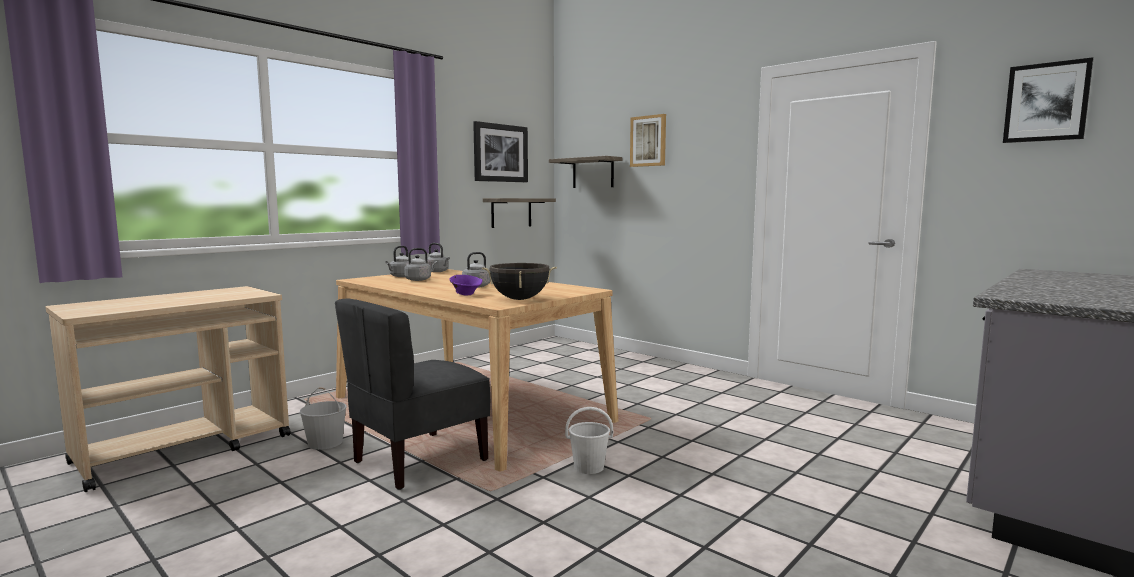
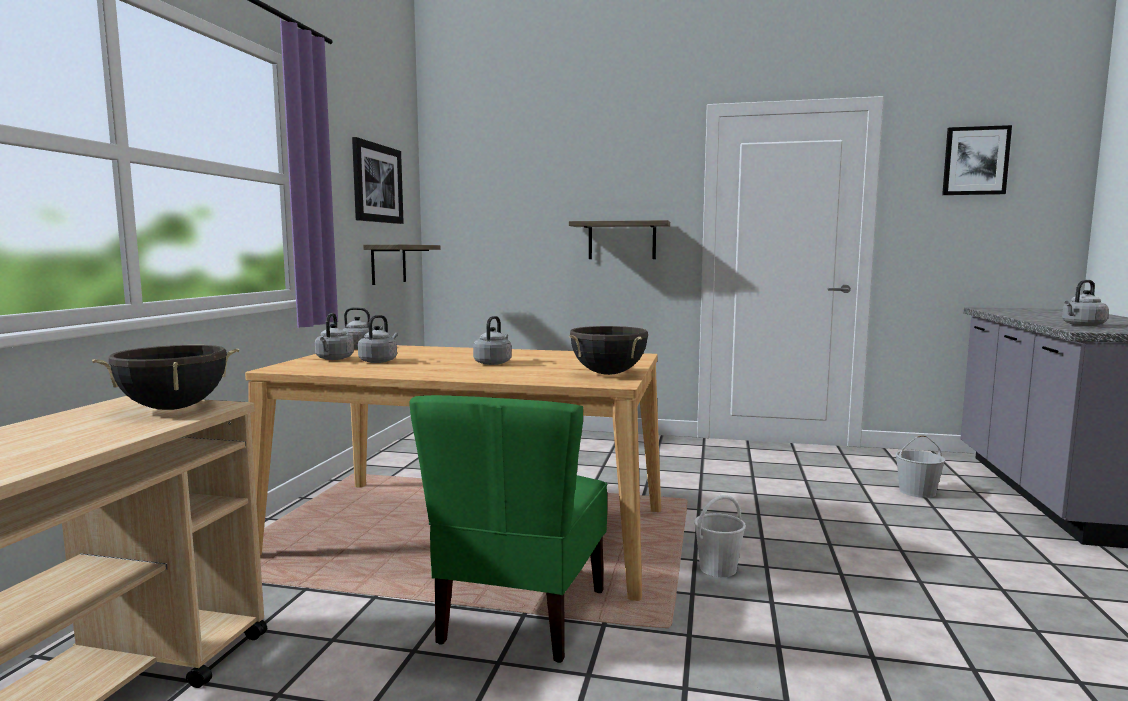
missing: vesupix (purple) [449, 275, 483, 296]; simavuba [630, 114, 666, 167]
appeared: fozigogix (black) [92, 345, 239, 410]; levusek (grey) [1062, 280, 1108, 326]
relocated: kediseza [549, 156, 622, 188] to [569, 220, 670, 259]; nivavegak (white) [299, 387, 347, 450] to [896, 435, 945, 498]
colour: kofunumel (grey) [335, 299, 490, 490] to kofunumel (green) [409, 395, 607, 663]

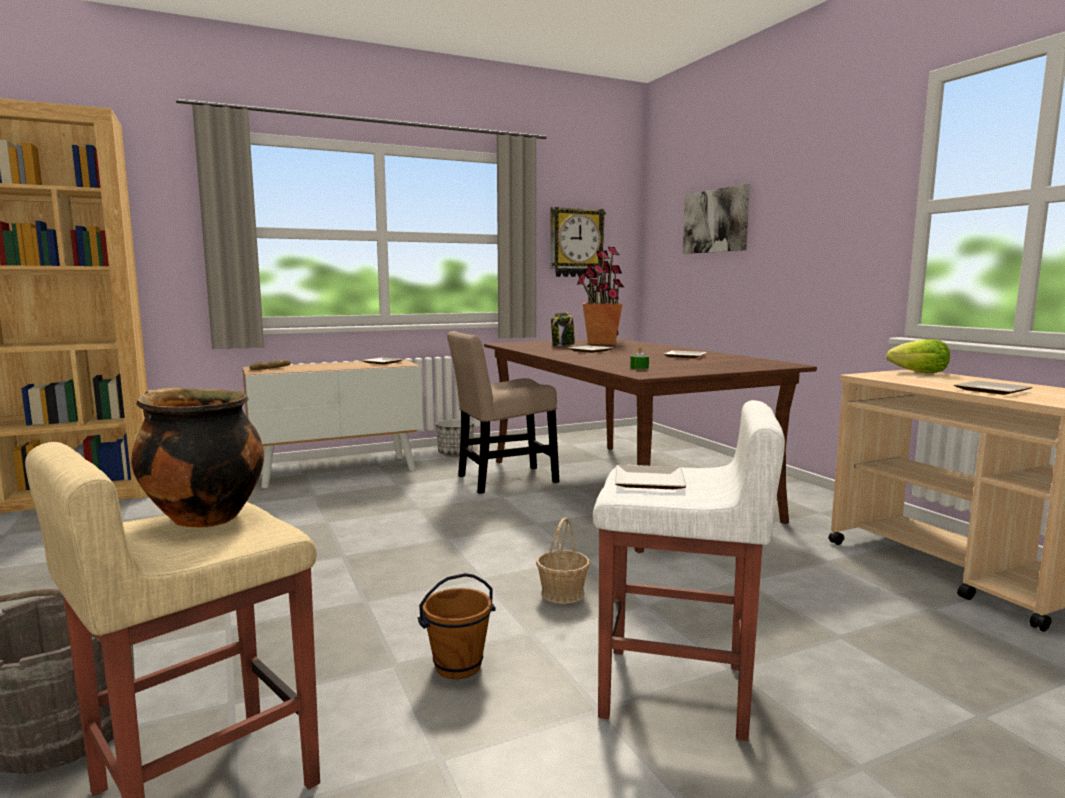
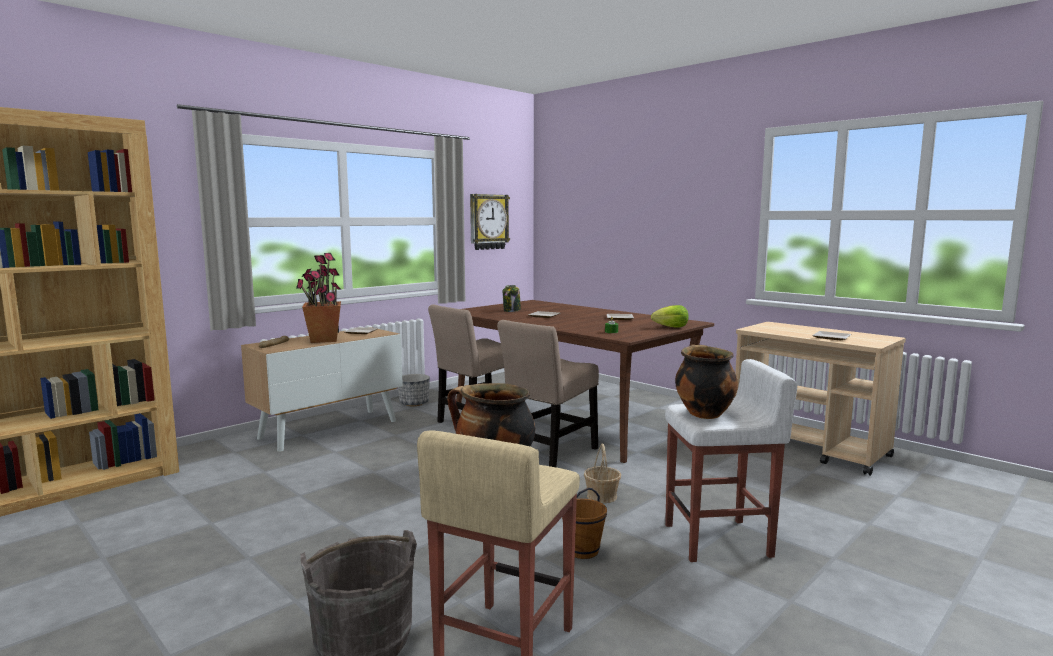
missing: simavuba [683, 184, 750, 254]
appeared: kofunumel (beige) [497, 320, 599, 467]
relocated: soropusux [577, 247, 624, 345] to [296, 253, 342, 343]; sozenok [886, 339, 950, 373] to [651, 305, 688, 328]
exchanged: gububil [615, 465, 687, 489] to fozigogix [675, 345, 738, 419]

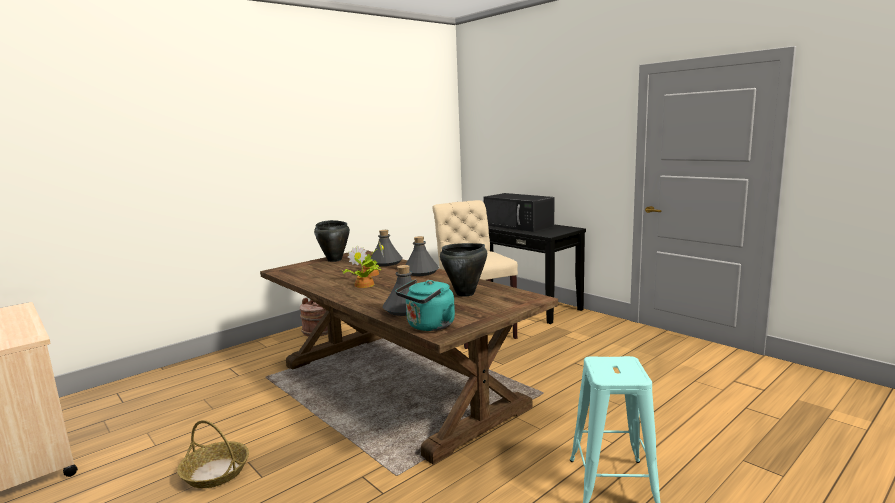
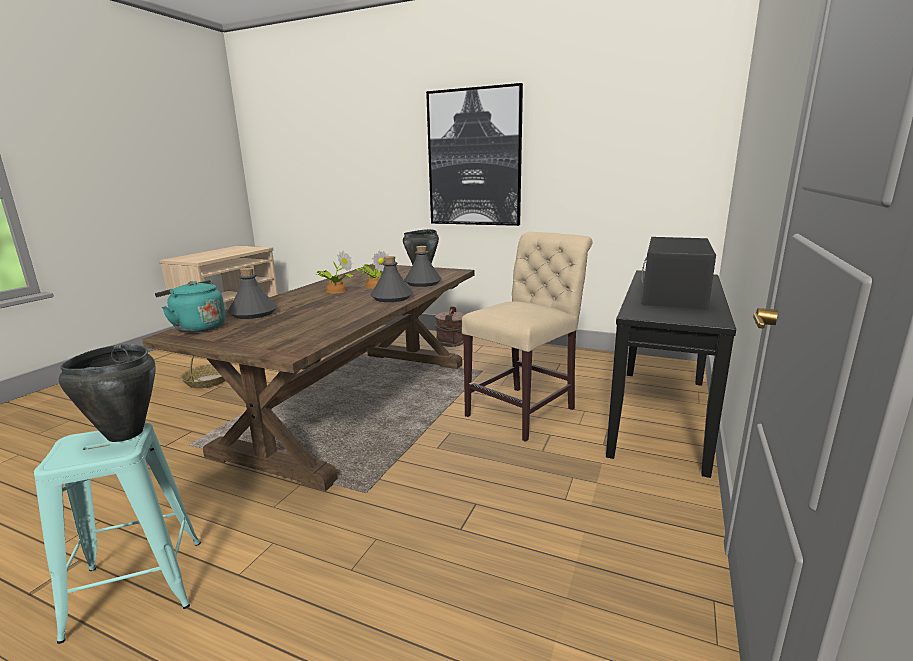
appeared: simavuba [426, 83, 523, 226]
relocated: fozigogix (black) [440, 243, 487, 297] to [59, 344, 156, 442]

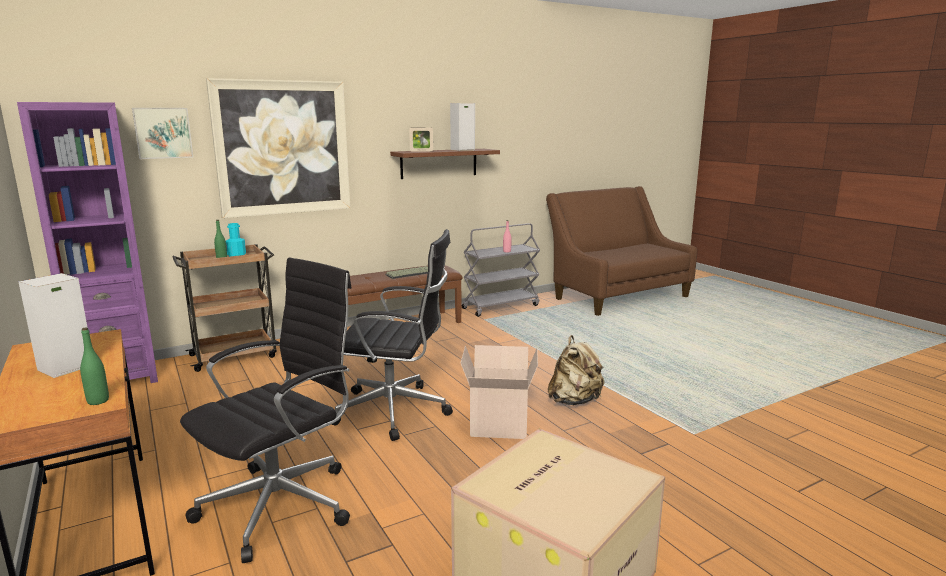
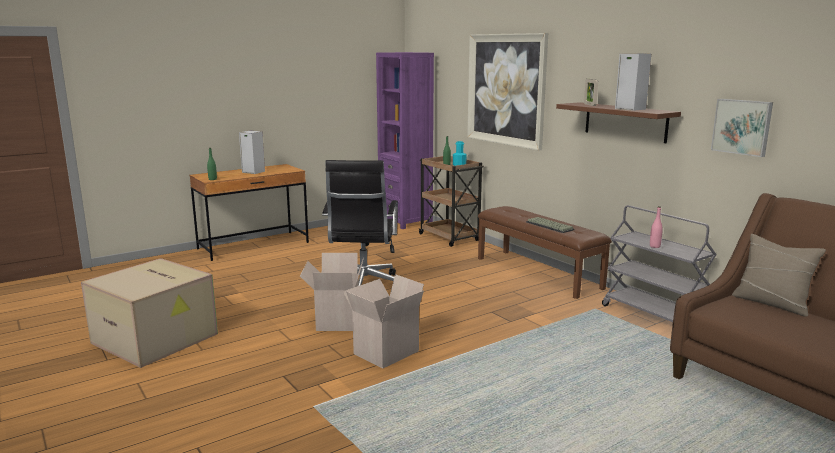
missing: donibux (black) [180, 257, 352, 563]
appeared: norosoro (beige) [732, 234, 826, 317]
relocated: simavuba [132, 108, 193, 159] to [711, 99, 773, 157]
exchanged: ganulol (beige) [547, 335, 605, 405] to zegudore [343, 274, 424, 368]

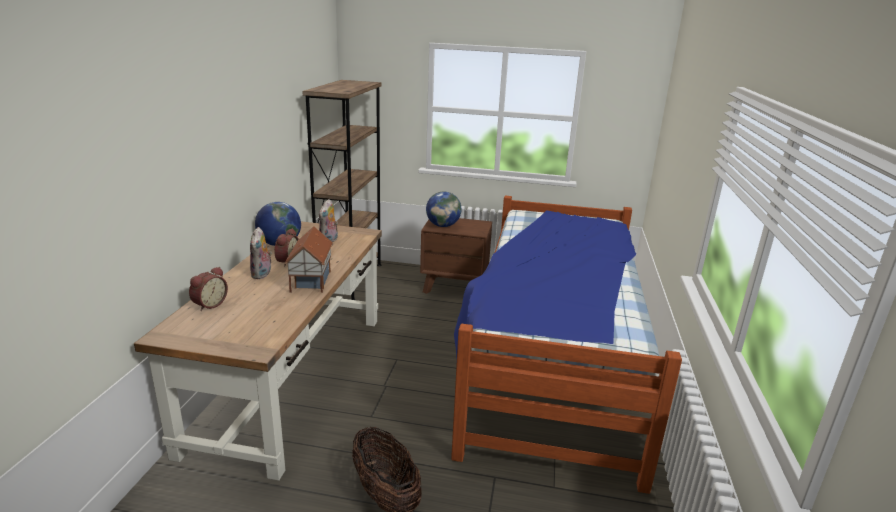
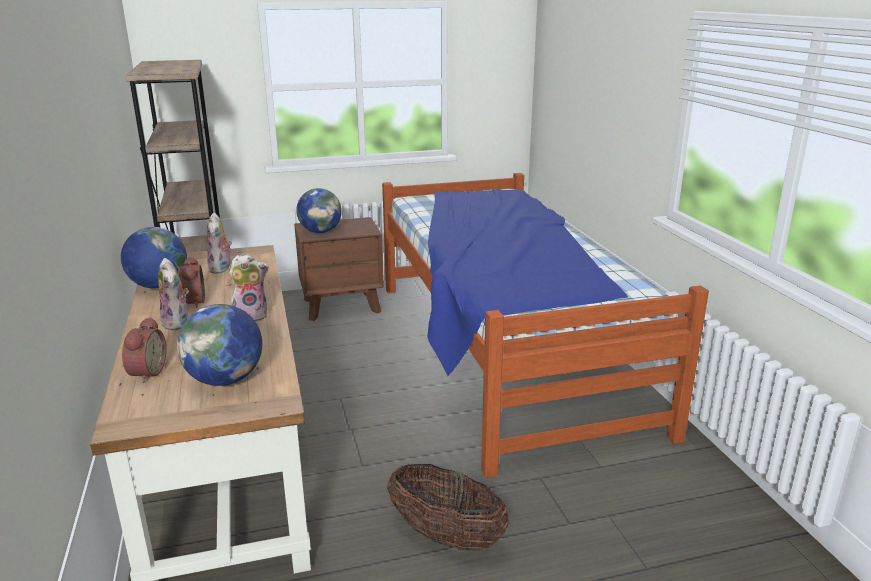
appeared: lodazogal [177, 304, 262, 386]
exchanged: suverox [284, 226, 333, 293] to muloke [229, 254, 269, 322]

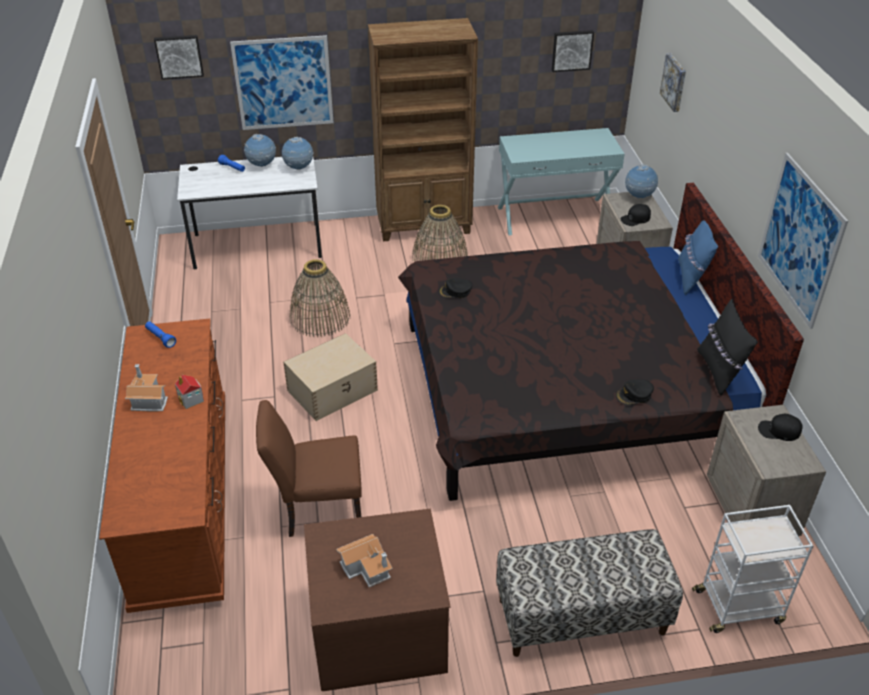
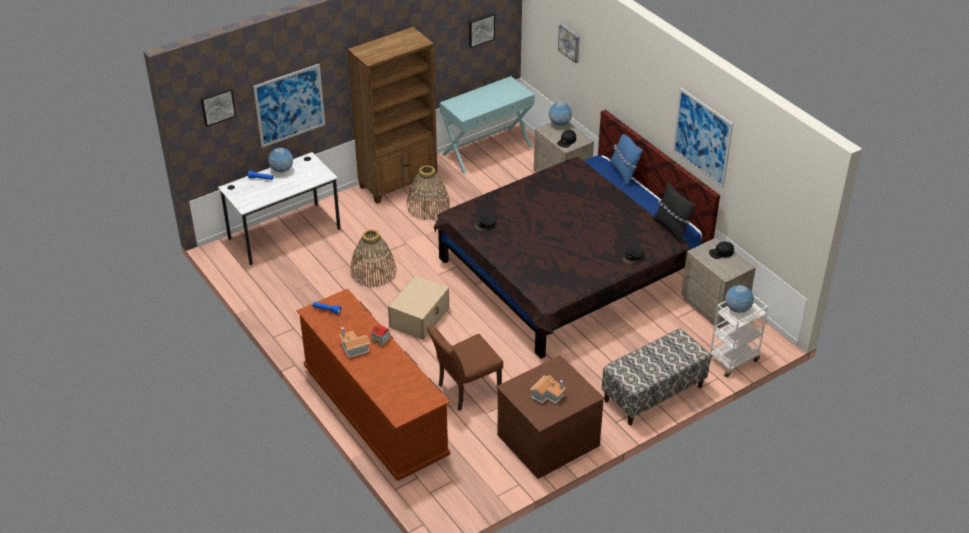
relocated: lodazogal [282, 137, 314, 170] to [725, 285, 754, 313]

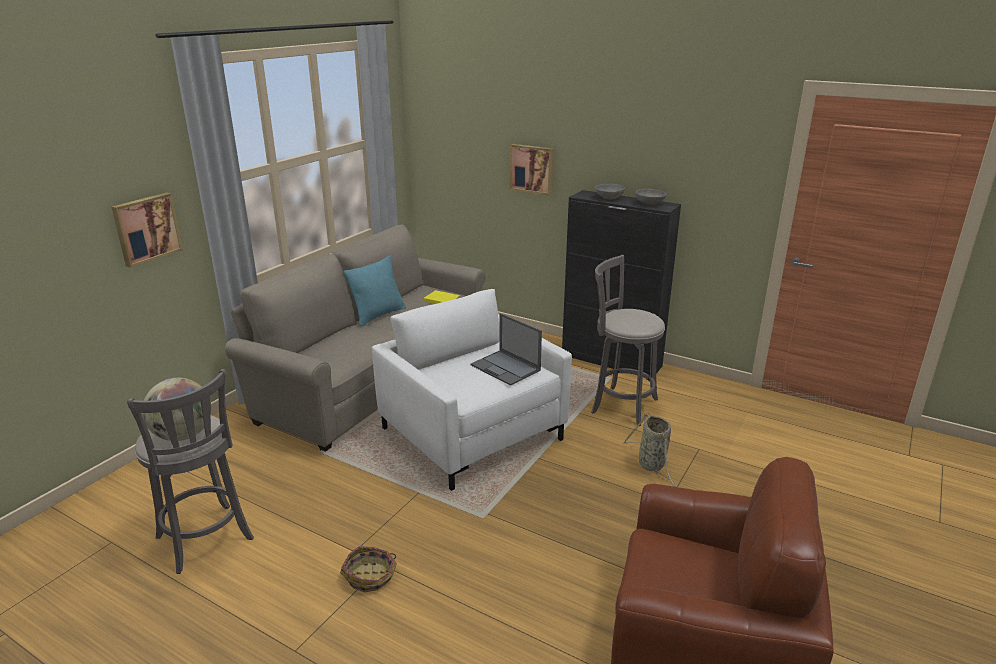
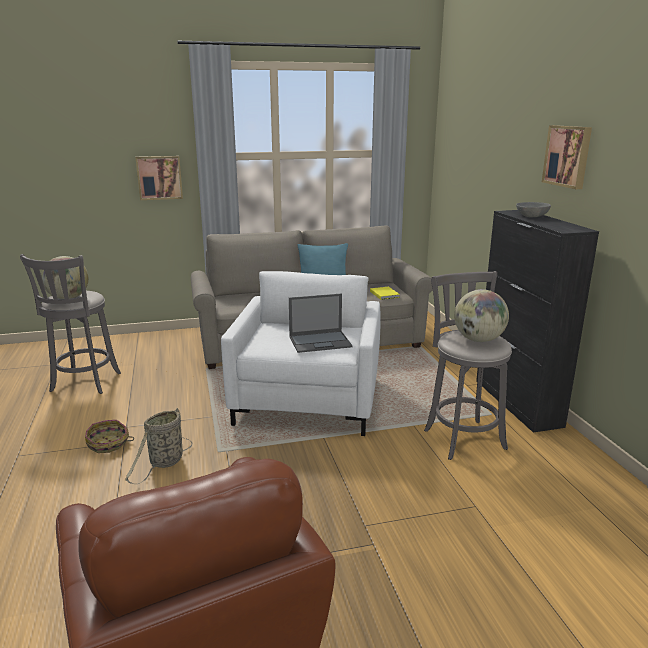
missing: vesupix (grey) [636, 189, 666, 205]
appeared: lodazogal [454, 289, 509, 342]
relocated: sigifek [623, 413, 678, 487] to [125, 408, 192, 484]; simavuba [510, 144, 553, 196] to [542, 125, 592, 189]
spun: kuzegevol [471, 313, 542, 386] = [289, 293, 353, 353] 105 degrees counterclockwise

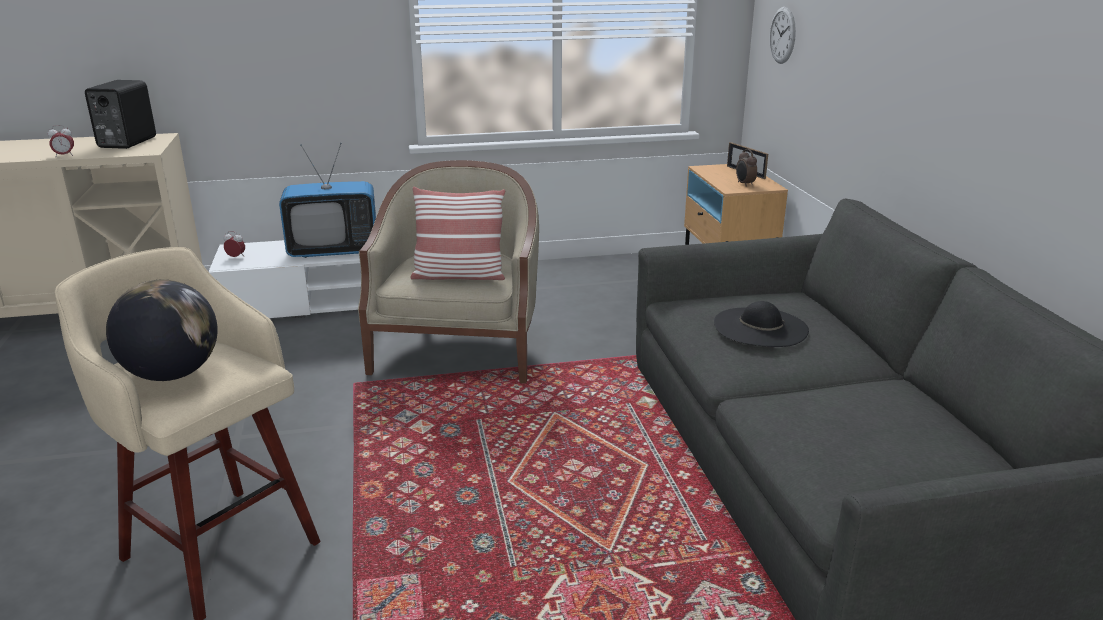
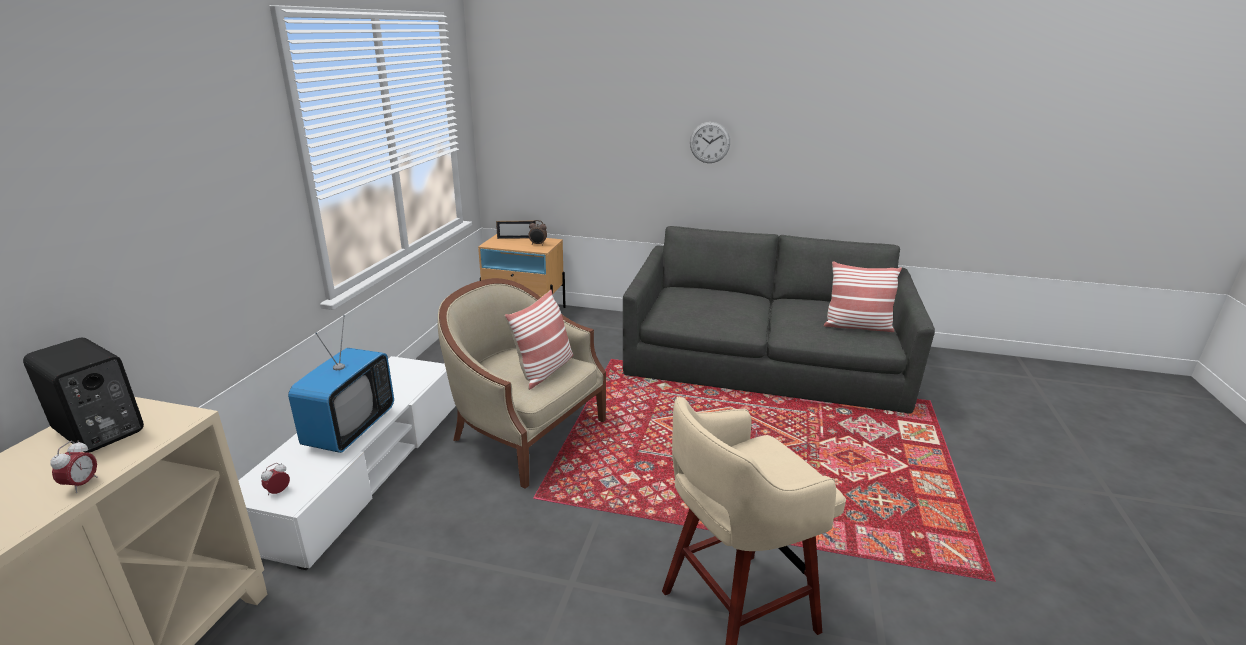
missing: lodazogal [106, 280, 218, 381]; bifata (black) [714, 301, 809, 347]
appeared: norosoro [824, 261, 902, 332]
relocated: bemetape [769, 7, 796, 64] to [690, 122, 730, 163]

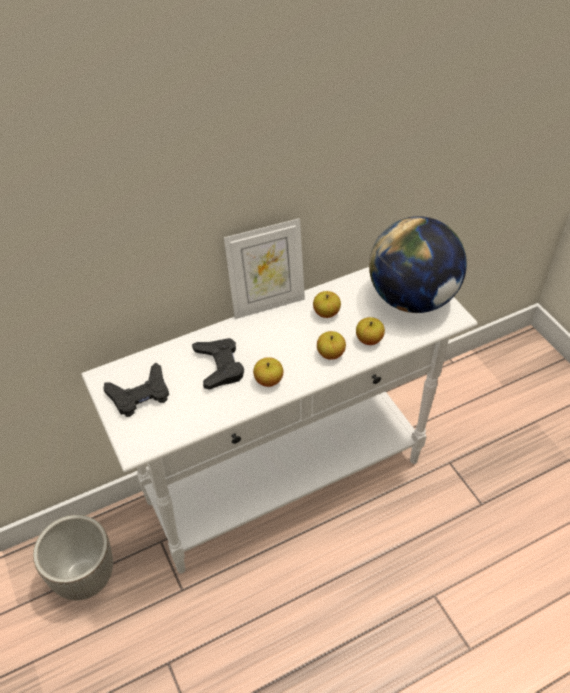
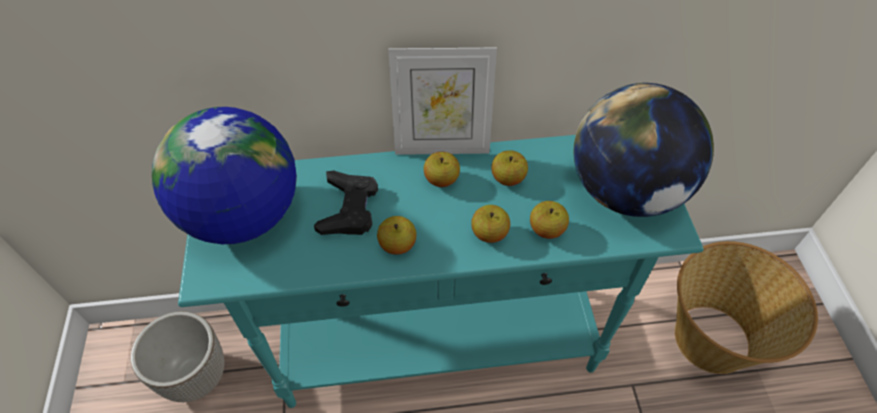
appeared: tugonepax [424, 152, 460, 187]; sigifek [675, 241, 818, 374]
exchanged: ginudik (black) [103, 362, 169, 417] to lodazogal [152, 107, 297, 244]
colour: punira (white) [81, 267, 478, 574] to punira (turquoise) [178, 135, 704, 408]

